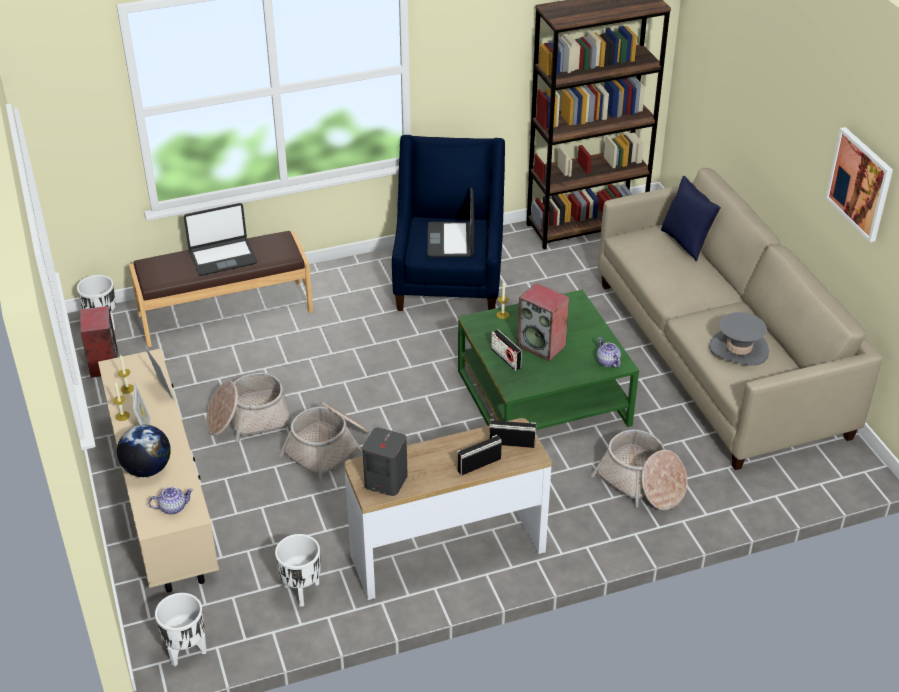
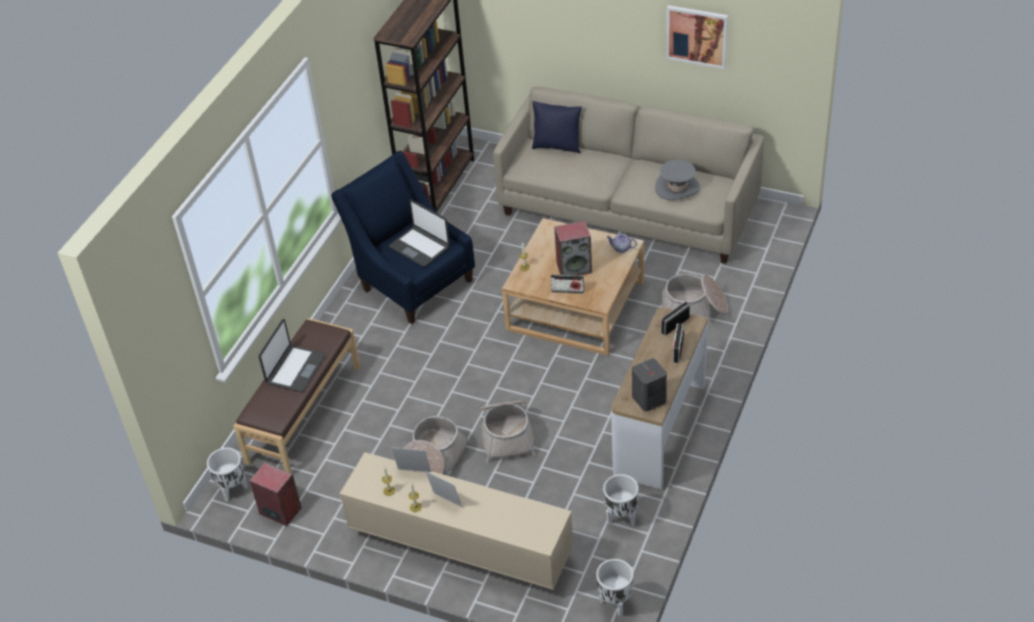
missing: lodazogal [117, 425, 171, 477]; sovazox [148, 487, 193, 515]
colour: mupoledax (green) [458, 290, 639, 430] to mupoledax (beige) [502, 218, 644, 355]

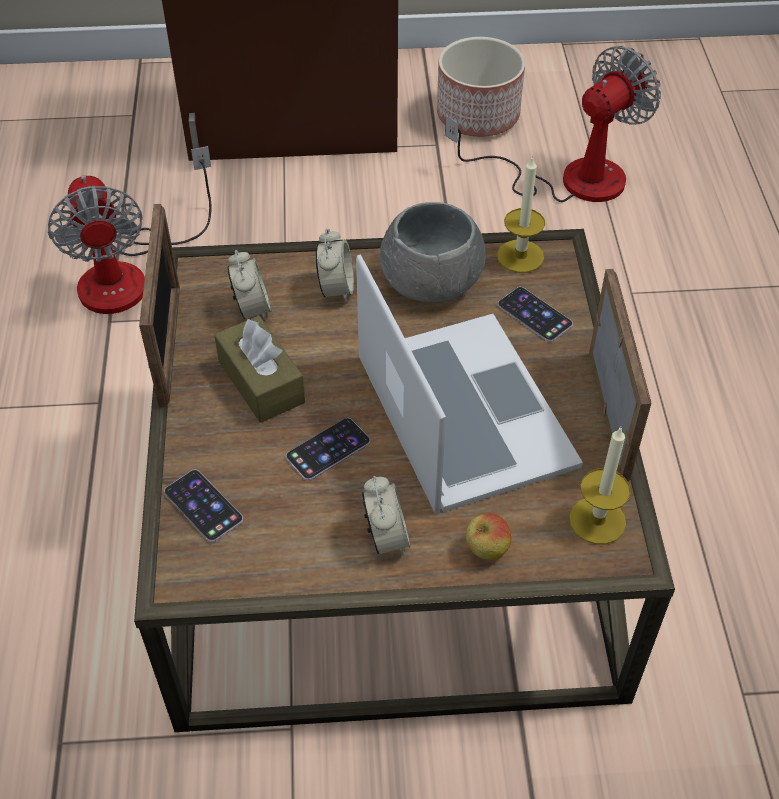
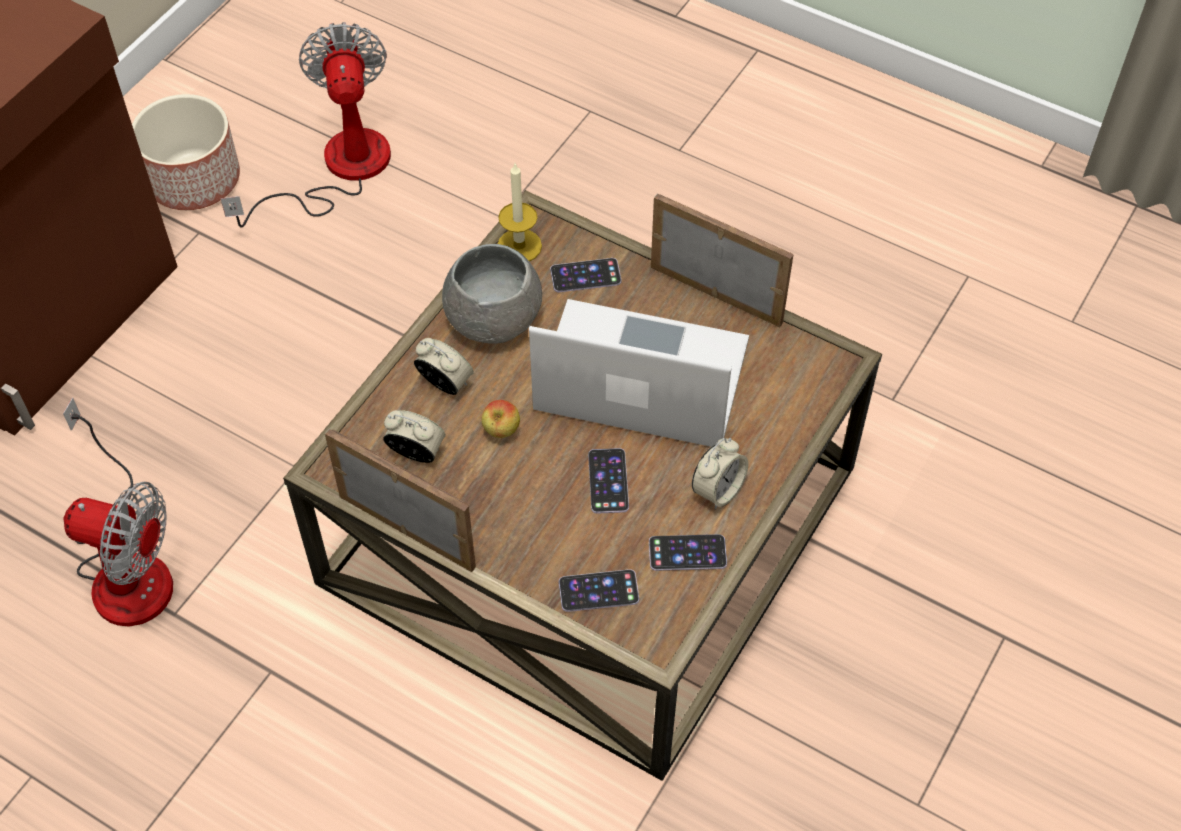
missing: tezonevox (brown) [214, 316, 305, 423]; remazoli [569, 426, 631, 544]
appeared: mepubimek [649, 534, 727, 571]
relocated: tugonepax [466, 513, 511, 560] to [482, 400, 520, 438]
spun: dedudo [362, 476, 411, 555] = [692, 438, 748, 510] 105 degrees clockwise

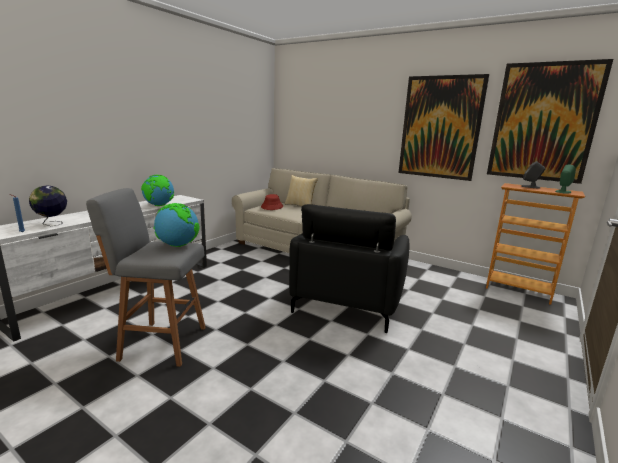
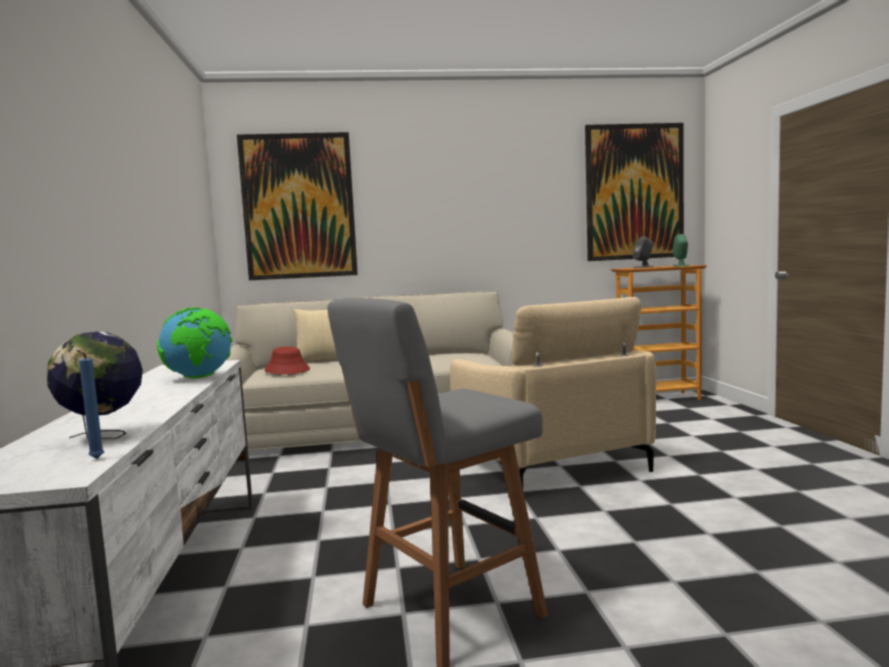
missing: lodazogal [153, 203, 200, 247]
relocated: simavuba [398, 74, 489, 181] to [237, 132, 358, 280]
colour: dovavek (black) [289, 204, 410, 333] to dovavek (beige) [450, 297, 656, 487]

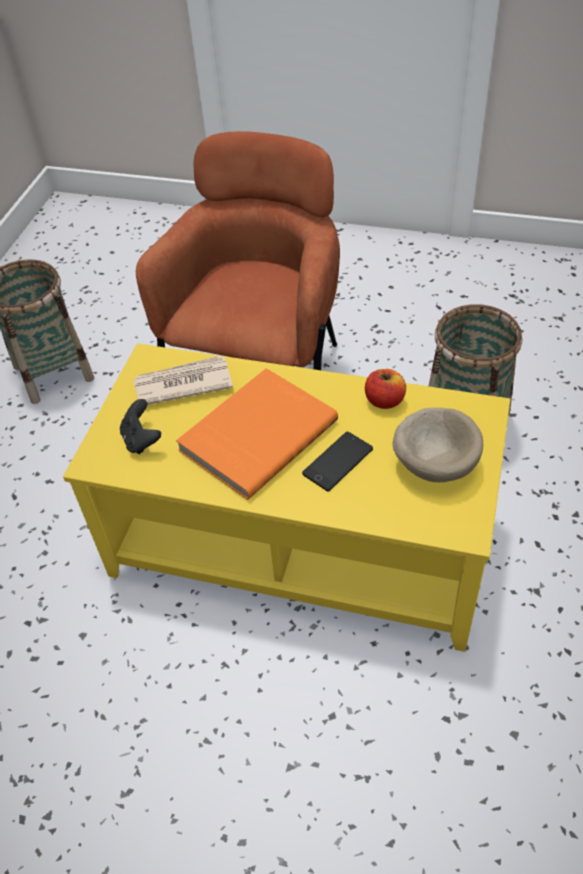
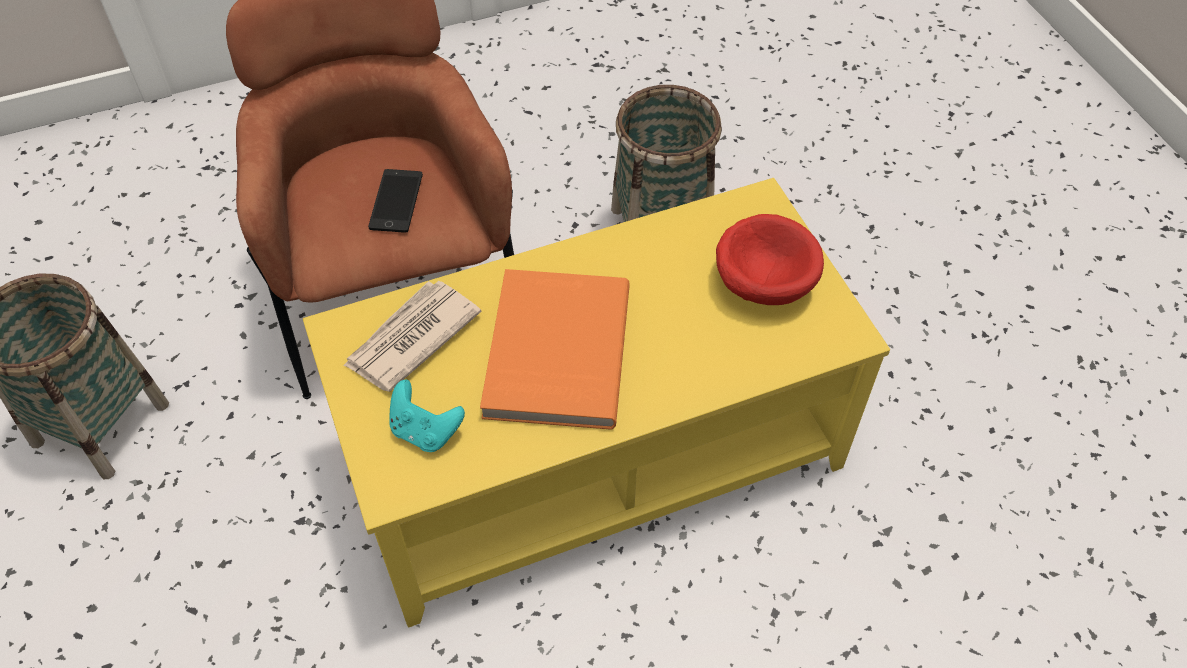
missing: tugonepax [365, 369, 406, 409]
relocated: mepubimek [302, 432, 373, 492] to [368, 169, 423, 233]
colour: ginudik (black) [120, 399, 161, 454] to ginudik (turquoise) [389, 380, 465, 452]; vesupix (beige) [393, 408, 483, 483] to vesupix (red) [716, 214, 824, 305]

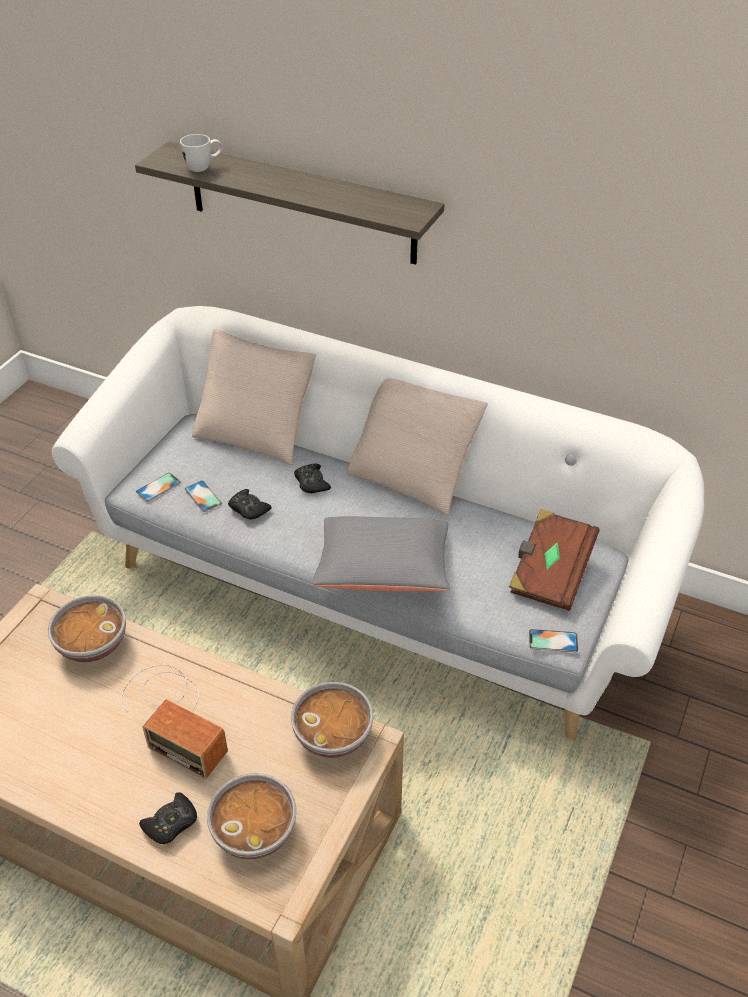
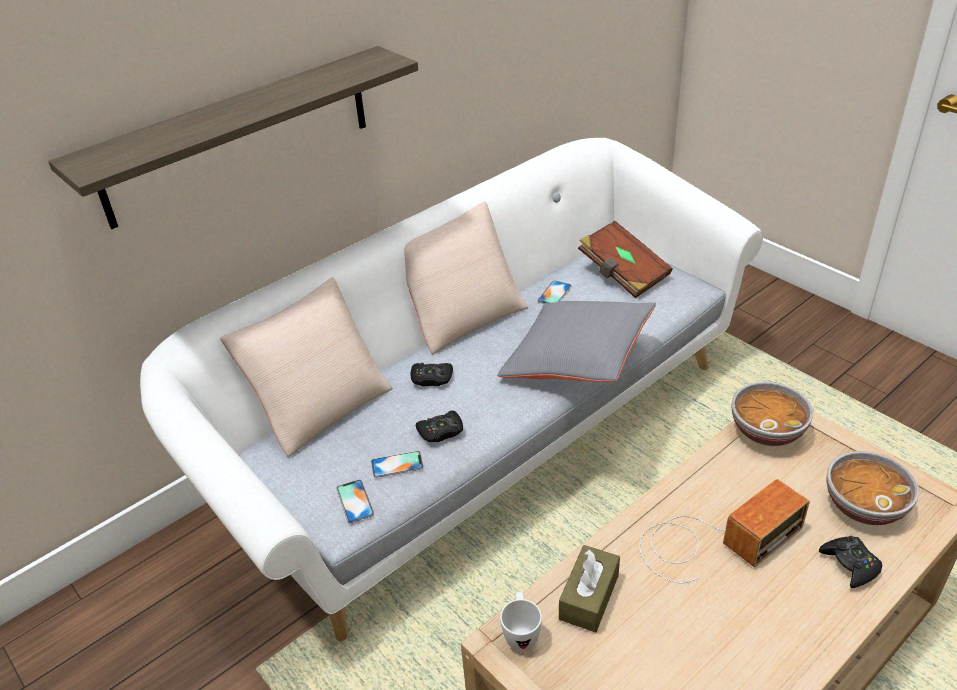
relocated: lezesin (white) [180, 134, 222, 172] to [500, 592, 542, 651]; mepubimek [529, 629, 578, 652] to [537, 280, 571, 304]
exchanged: vesupix [48, 595, 126, 662] to tezonevox (brown) [559, 545, 620, 633]

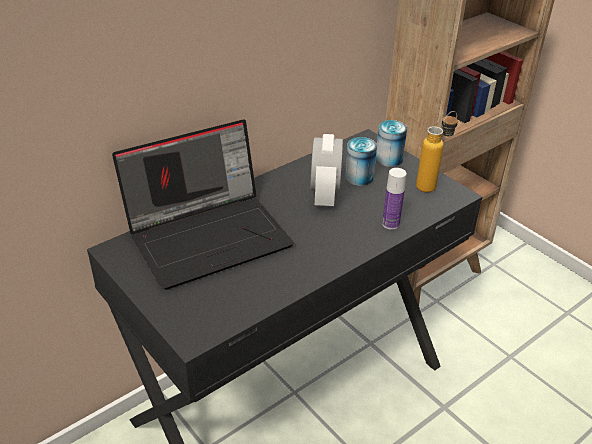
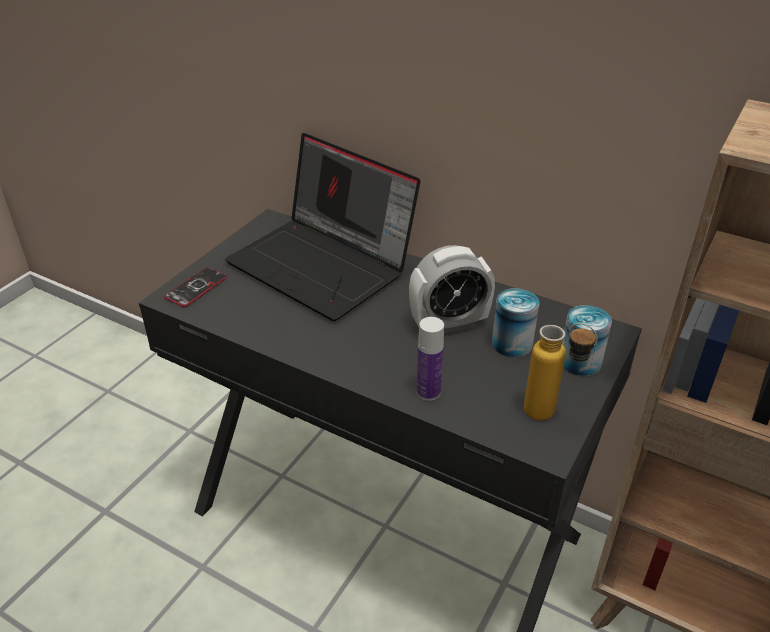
appeared: mepubimek [164, 267, 227, 307]

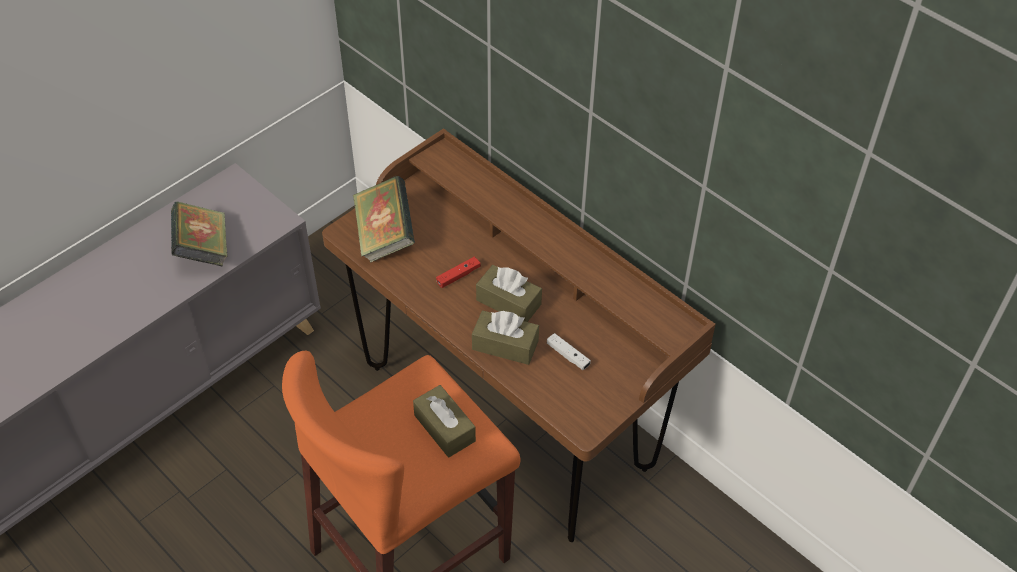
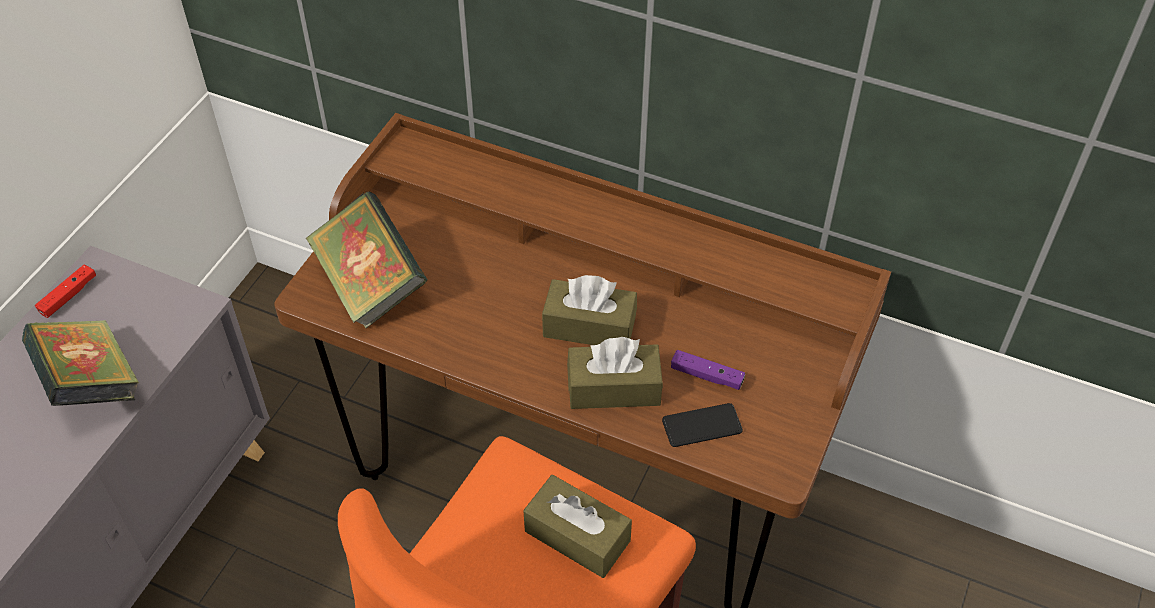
appeared: mepubimek [662, 403, 743, 447]
relocated: ginudik (red) [436, 257, 481, 288] to [35, 265, 96, 318]
colour: ginudik (white) [547, 333, 591, 370] to ginudik (purple) [671, 350, 745, 390]

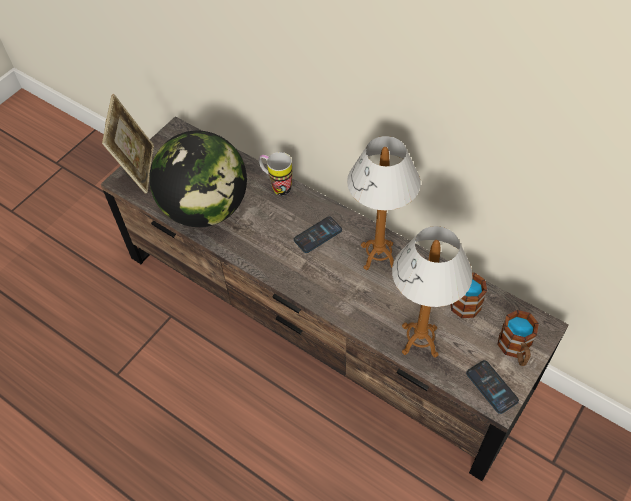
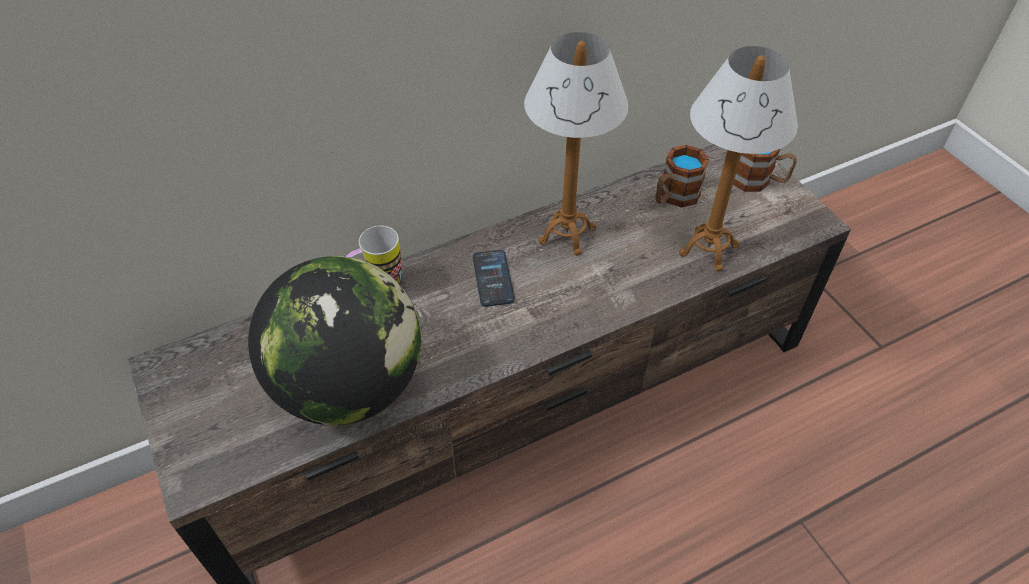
missing: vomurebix [102, 94, 154, 193]; mepubimek [466, 360, 519, 414]

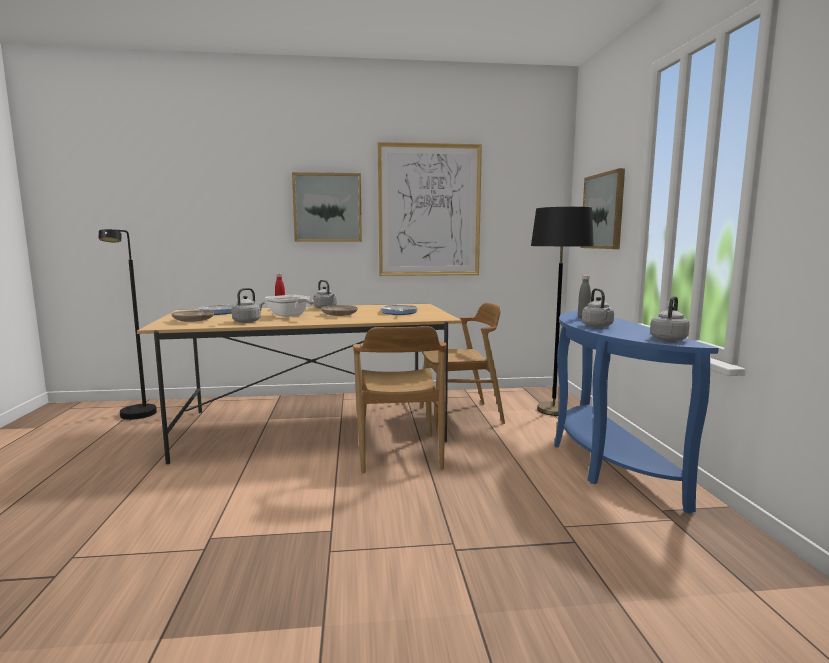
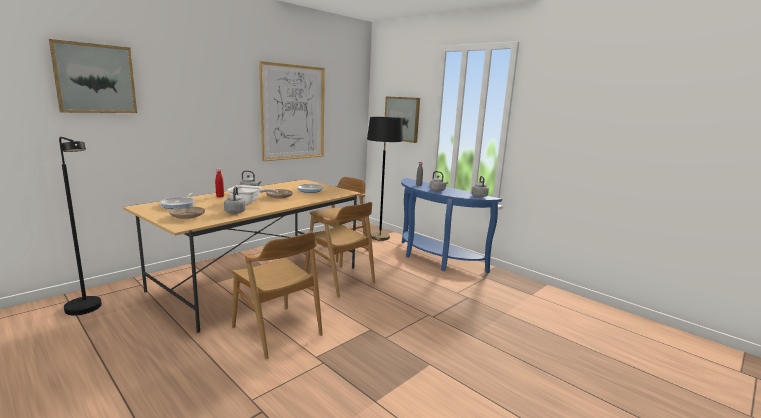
appeared: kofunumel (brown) [232, 232, 323, 359]
relocated: simavuba [292, 172, 362, 242] to [49, 39, 137, 113]

